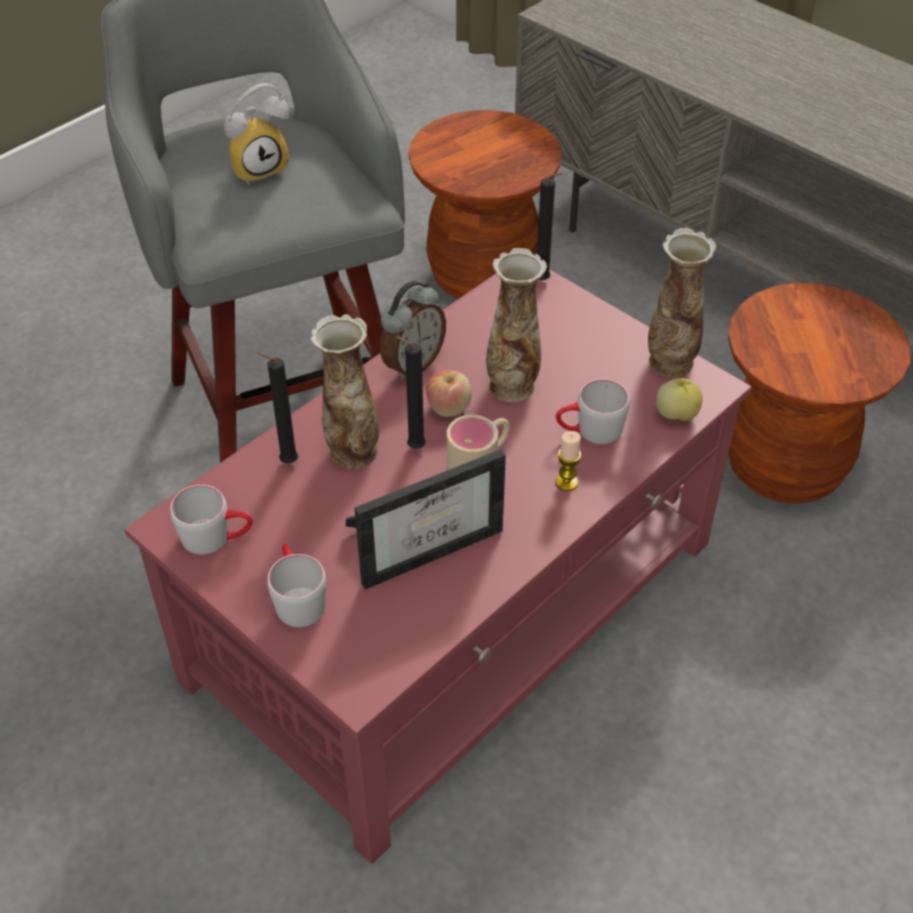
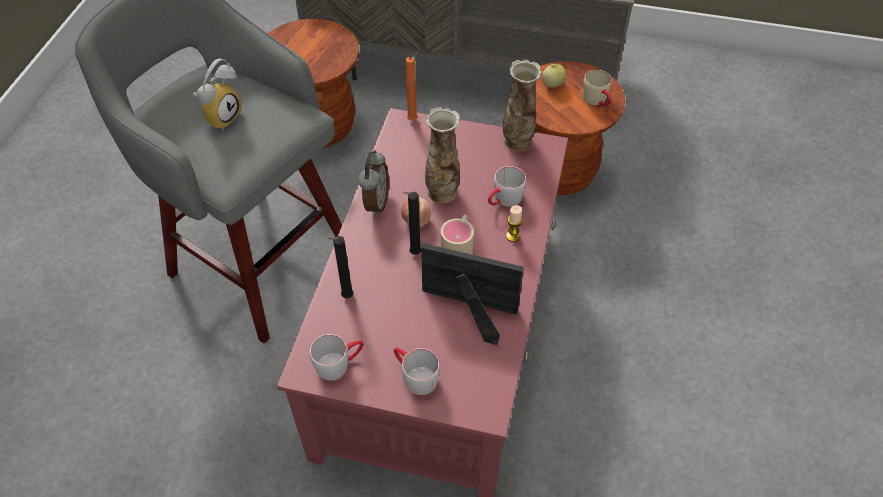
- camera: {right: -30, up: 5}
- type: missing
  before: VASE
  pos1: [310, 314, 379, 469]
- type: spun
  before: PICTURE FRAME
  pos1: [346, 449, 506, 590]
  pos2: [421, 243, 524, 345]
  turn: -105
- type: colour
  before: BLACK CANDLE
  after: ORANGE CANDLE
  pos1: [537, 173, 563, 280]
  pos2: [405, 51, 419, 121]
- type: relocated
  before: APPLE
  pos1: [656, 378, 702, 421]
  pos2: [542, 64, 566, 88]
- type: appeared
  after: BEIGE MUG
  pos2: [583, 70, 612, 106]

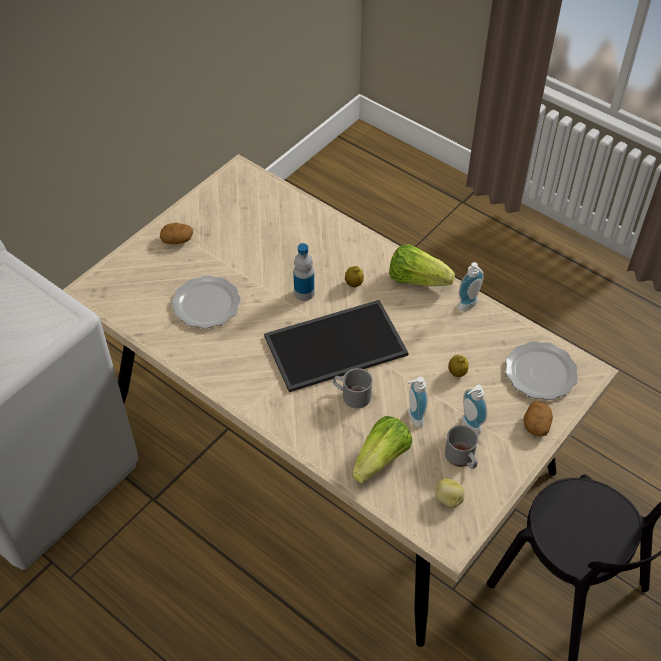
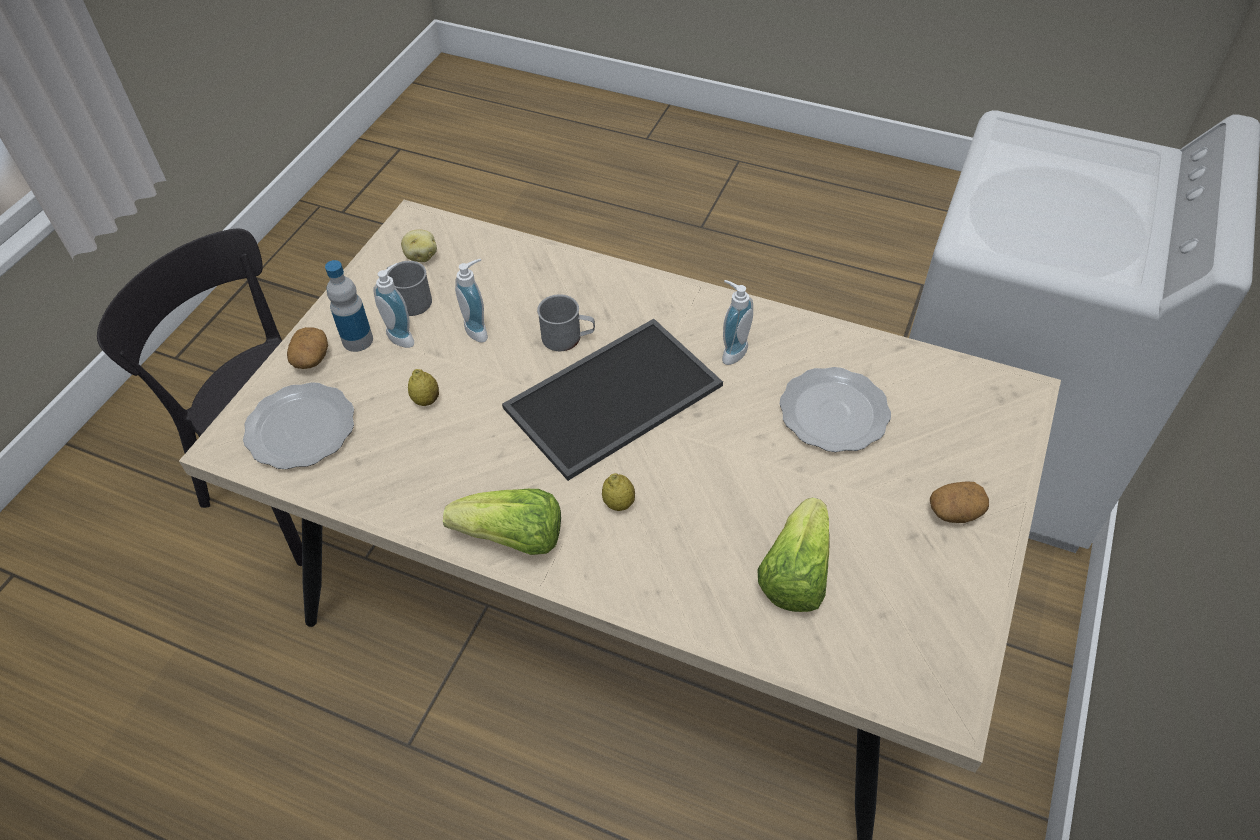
- camera: {right: 165, up: 0}
- type: relocated
  before: BOTTLE
  pos1: [293, 243, 315, 301]
  pos2: [325, 260, 373, 352]
- type: relocated
  before: LETTUCE
  pos1: [352, 416, 412, 483]
  pos2: [757, 498, 830, 612]
- type: relocated
  before: SOAP DISPENSER
  pos1: [458, 262, 484, 311]
  pos2: [722, 280, 753, 365]

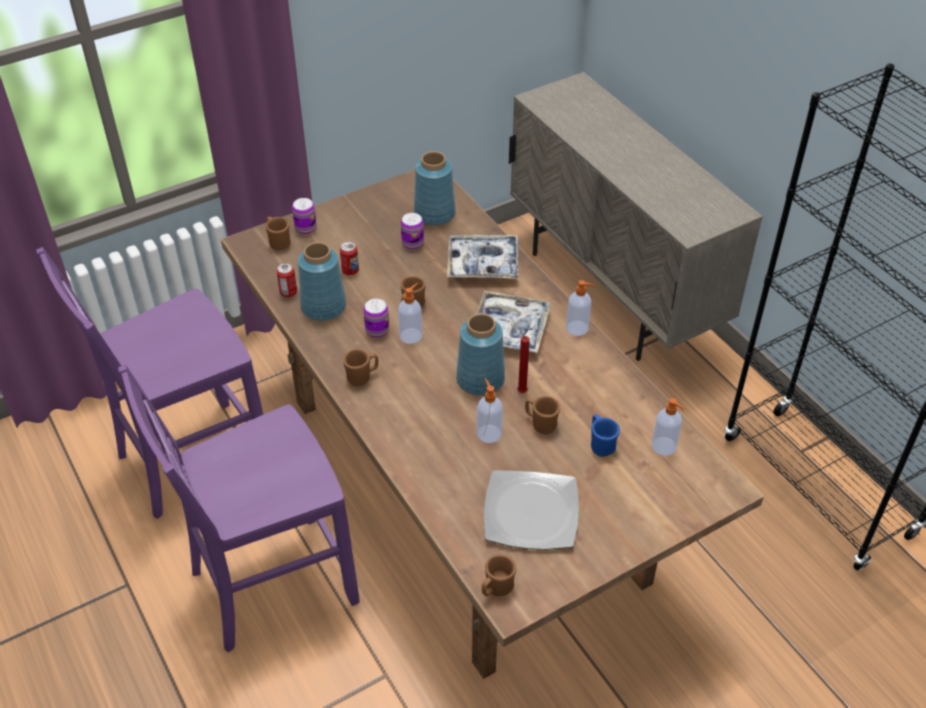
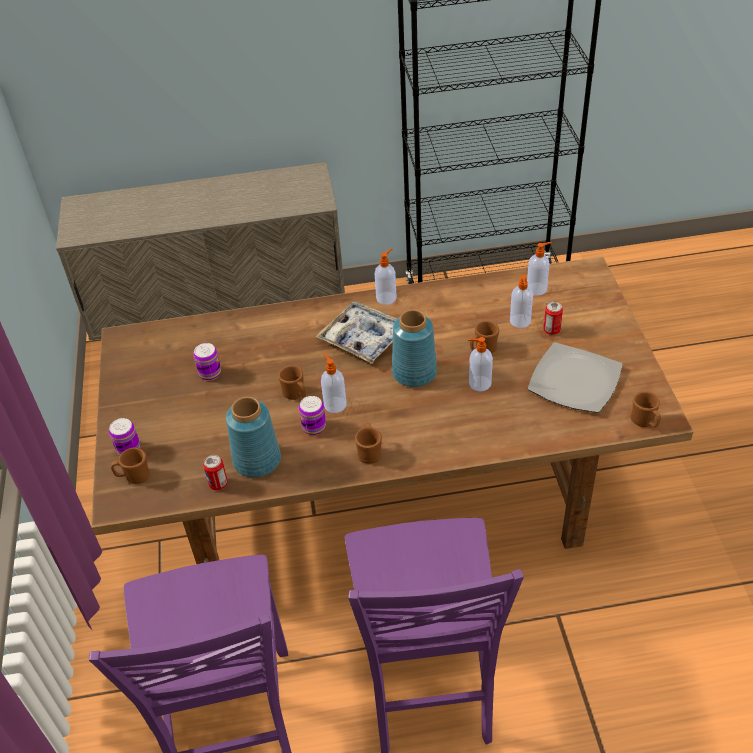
- camera: {right: -65, up: 0}
- type: relocated
  before: CAN
  pos1: [340, 242, 359, 275]
  pos2: [543, 302, 563, 335]
- type: missing
  before: BLUE VASE
  pos1: [414, 151, 456, 226]
- type: missing
  before: TRAY
  pos1: [447, 235, 519, 279]
- type: missing
  before: RED CANDLE
  pos1: [517, 328, 530, 393]
- type: exchanged
  before: BLUE MUG
  after: SOAP DISPENSER
  pos1: [591, 414, 620, 456]
  pos2: [510, 275, 533, 328]

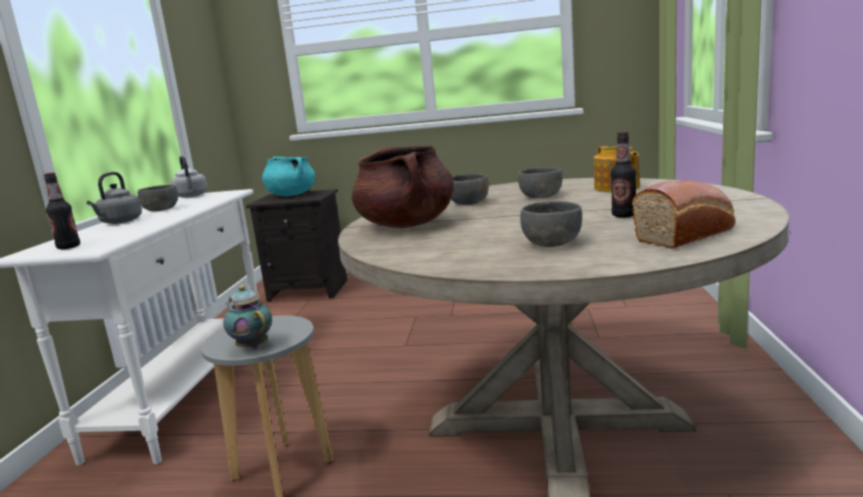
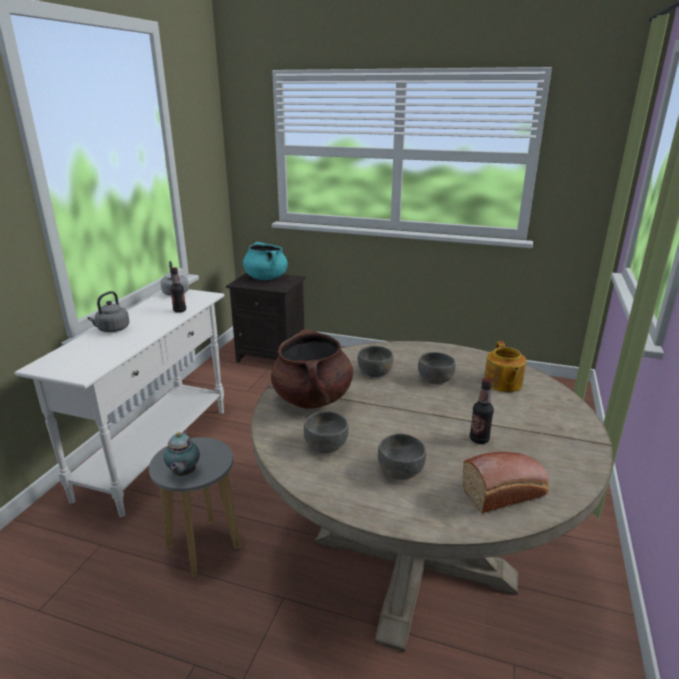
- camera: {right: 10, up: 10}
- type: relocated
  before: BOTTLE
  pos1: [44, 173, 80, 249]
  pos2: [170, 267, 186, 313]
- type: relocated
  before: GREY BOWL
  pos1: [138, 185, 178, 212]
  pos2: [304, 411, 349, 453]
- type: spun
  before: TEAPOT
  pos1: [223, 285, 272, 349]
  pos2: [164, 430, 200, 476]
  turn: -150

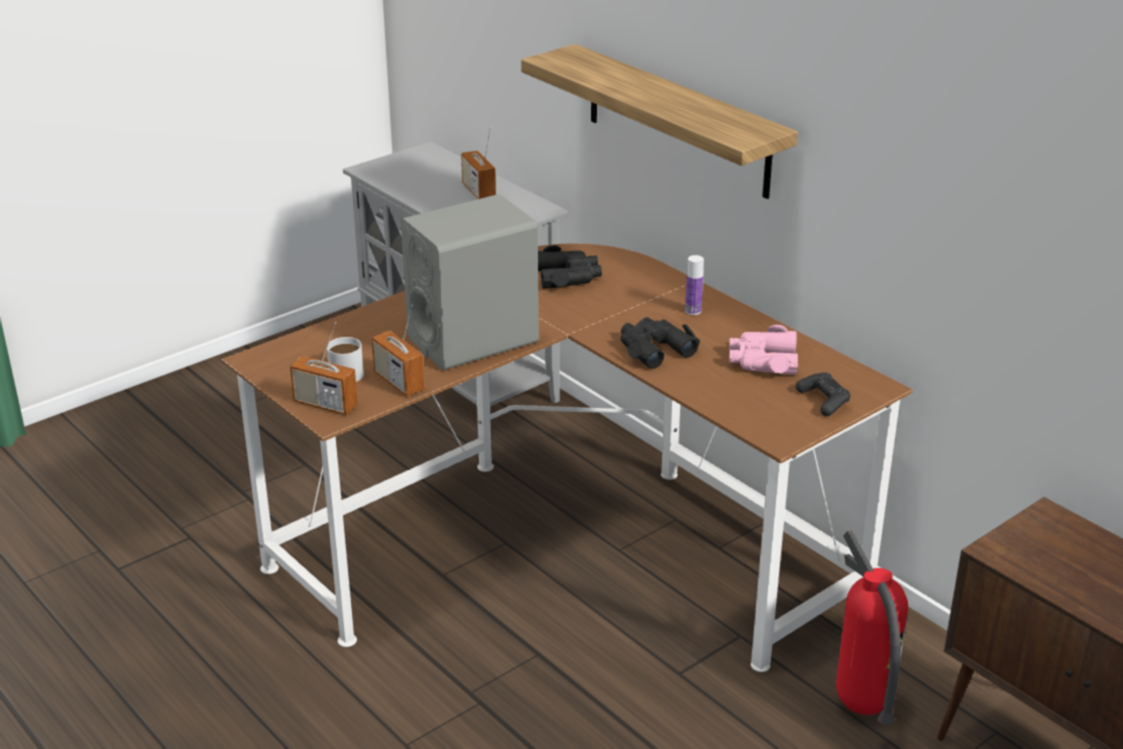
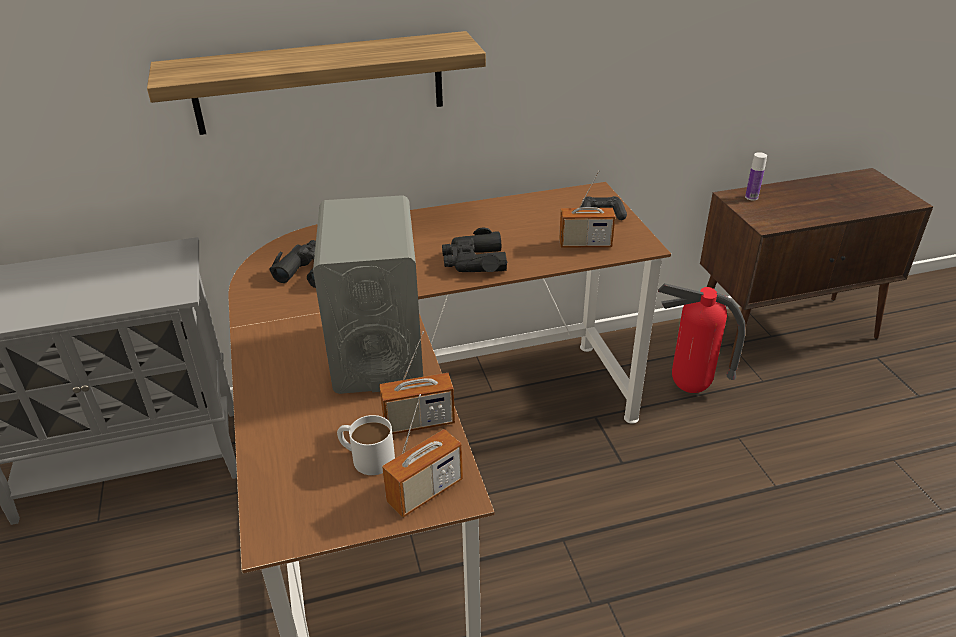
- camera: {right: -65, up: 5}
- type: relocated
  before: RADIO
  pos1: [461, 126, 496, 199]
  pos2: [559, 170, 615, 248]
- type: relocated
  before: BOTTLE
  pos1: [685, 255, 704, 315]
  pos2: [745, 152, 767, 200]
- type: missing
  before: PINK BINOCULARS
  pos1: [729, 325, 798, 375]

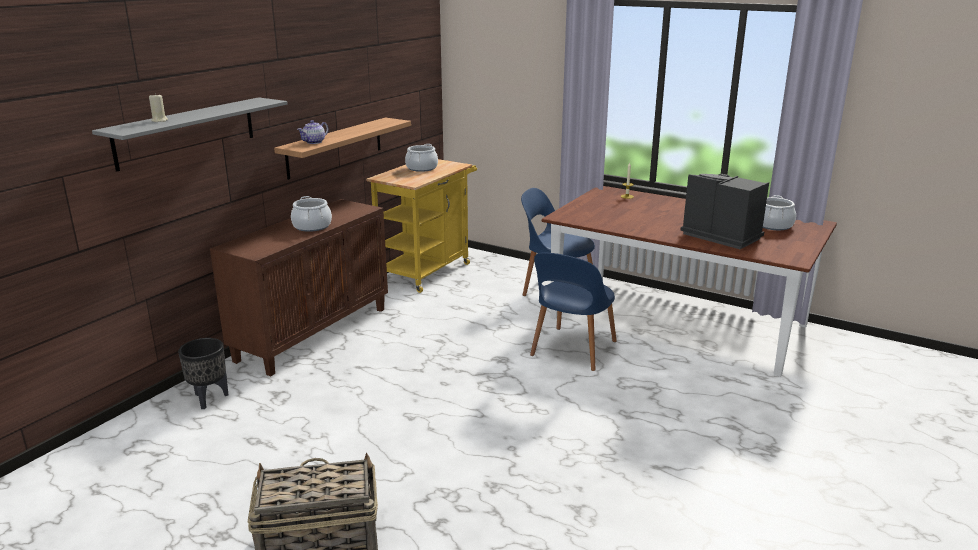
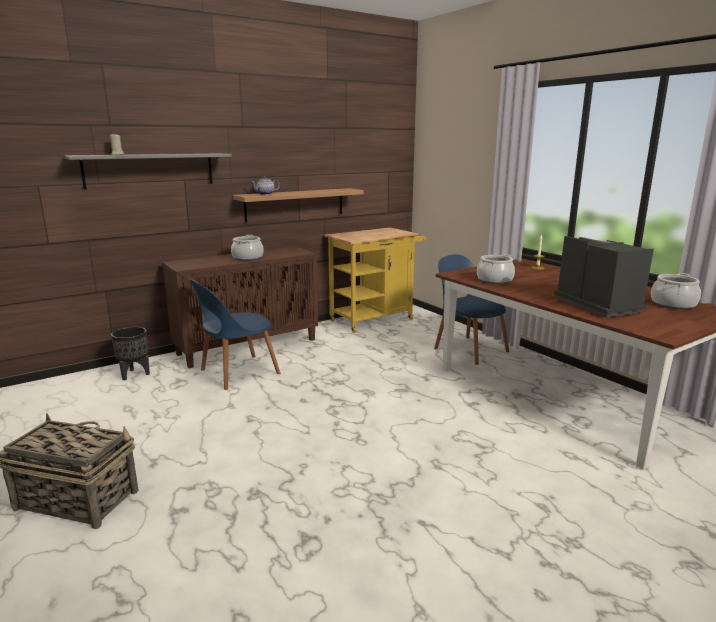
- camera: {right: 25, up: -5}
- type: relocated
  before: COOKING POT
  pos1: [405, 144, 438, 172]
  pos2: [477, 254, 515, 284]
- type: relocated
  before: BLUE CHAIR
  pos1: [530, 253, 617, 371]
  pos2: [188, 279, 280, 390]

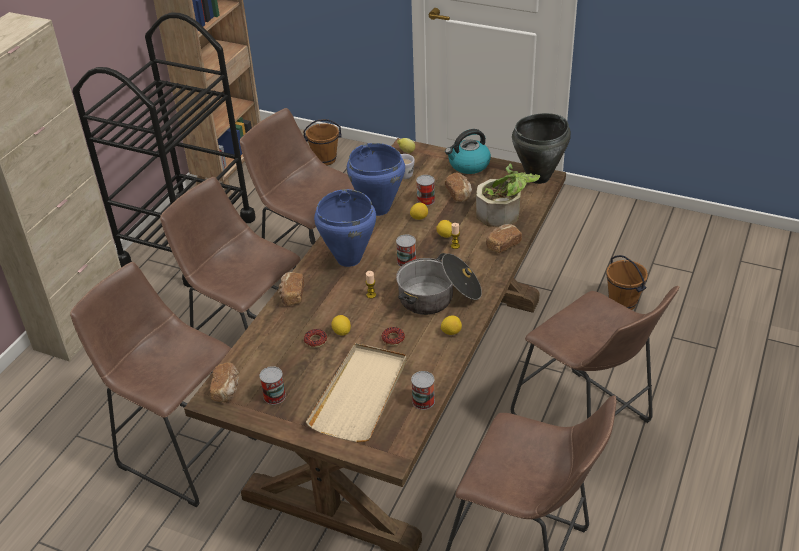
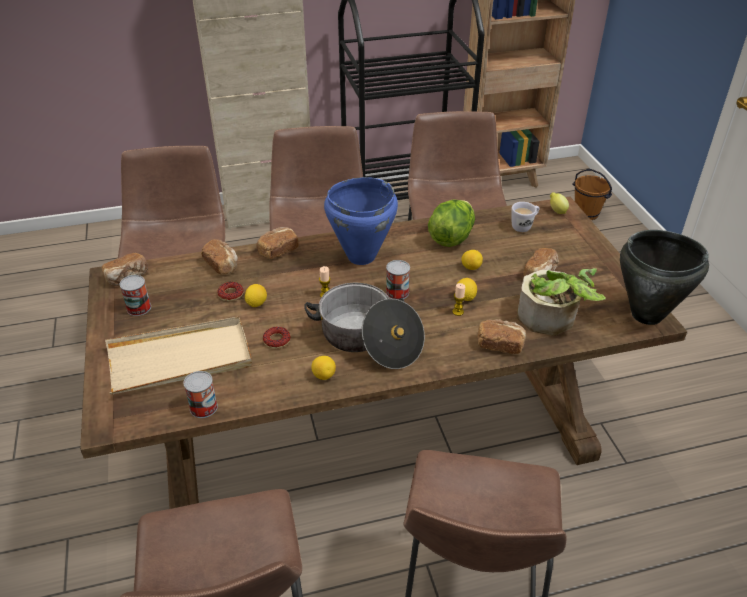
- camera: {right: 50, up: 0}
- type: exchanged
  before: BLUE COOKING POT
  after: LETTUCE
  pos1: [347, 143, 405, 216]
  pos2: [428, 200, 475, 247]
- type: missing
  before: CAN
  pos1: [416, 175, 435, 206]
- type: missing
  before: KETTLE
  pos1: [445, 129, 491, 174]
- type: missing
  before: BROWN BUCKET
  pos1: [606, 255, 648, 310]
- type: appeared
  after: BREAD
  pos2: [201, 239, 238, 274]

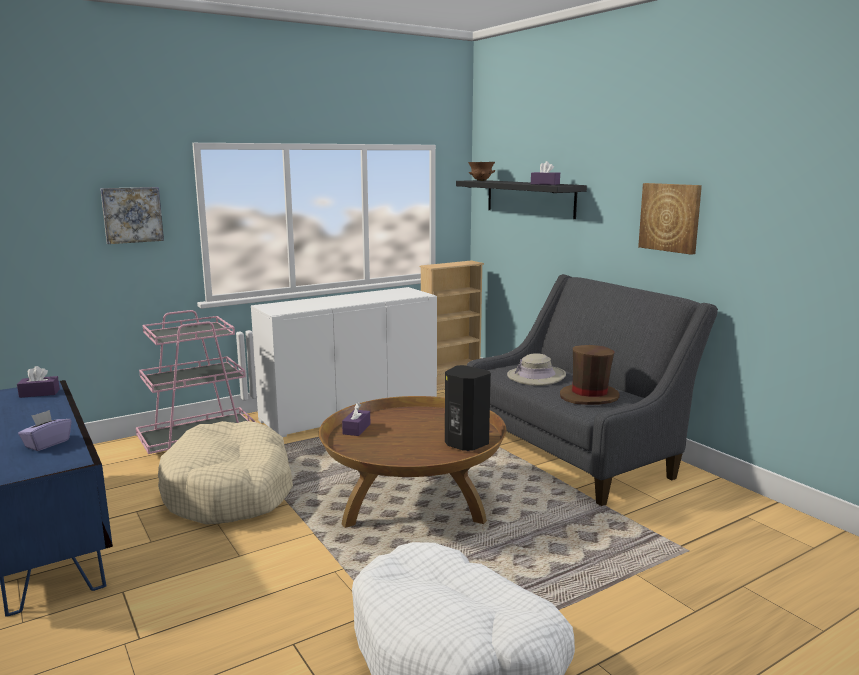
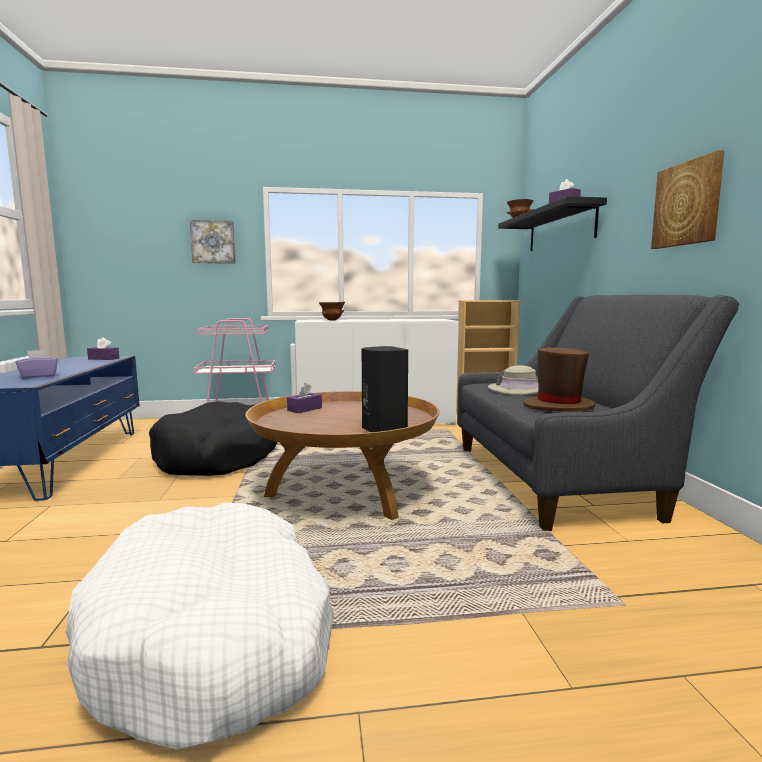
- camera: {right: 25, up: -5}
- type: colour
  before: BEIGE DOG BED
  after: BLACK DOG BED
  pos1: [158, 421, 293, 525]
  pos2: [149, 401, 278, 476]
- type: appeared
  after: BROWN BOWL
  pos2: [319, 302, 345, 321]

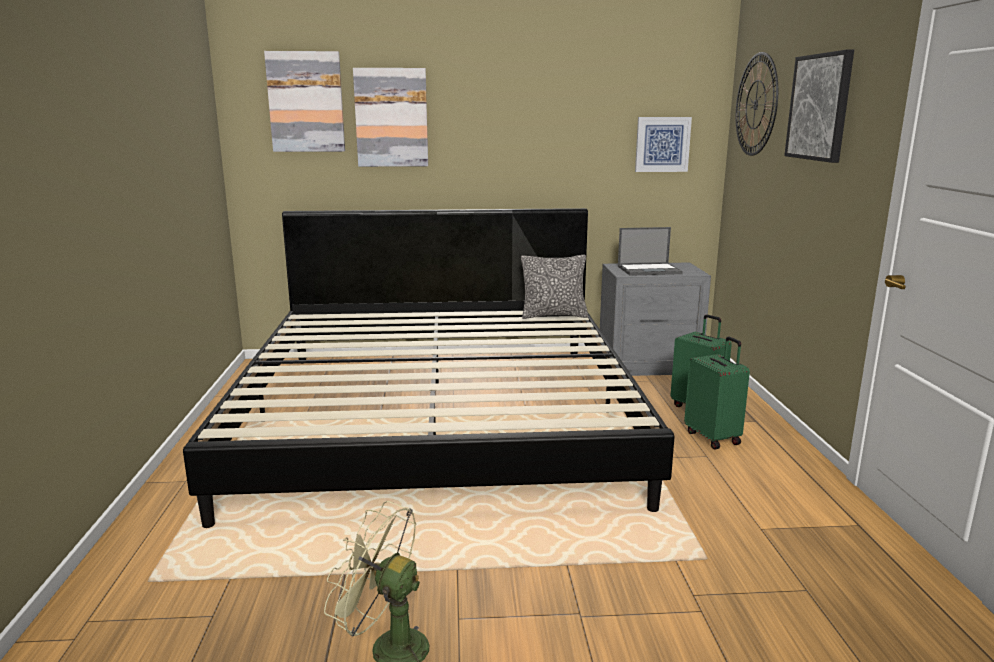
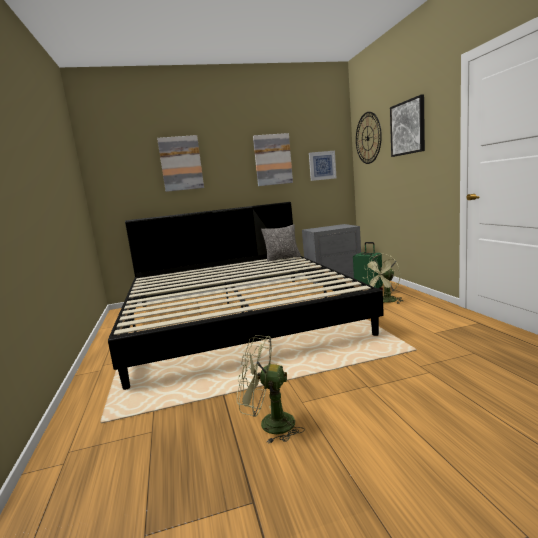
- camera: {right: -10, up: -5}
- type: relocated
  before: PICTURE
  pos1: [264, 51, 345, 152]
  pos2: [253, 133, 293, 186]
- type: missing
  before: LAPTOP
  pos1: [618, 227, 683, 276]
- type: exchanged
  before: GREEN SUITCASE
  after: GREEN FAN
  pos1: [684, 337, 750, 449]
  pos2: [364, 254, 403, 304]

